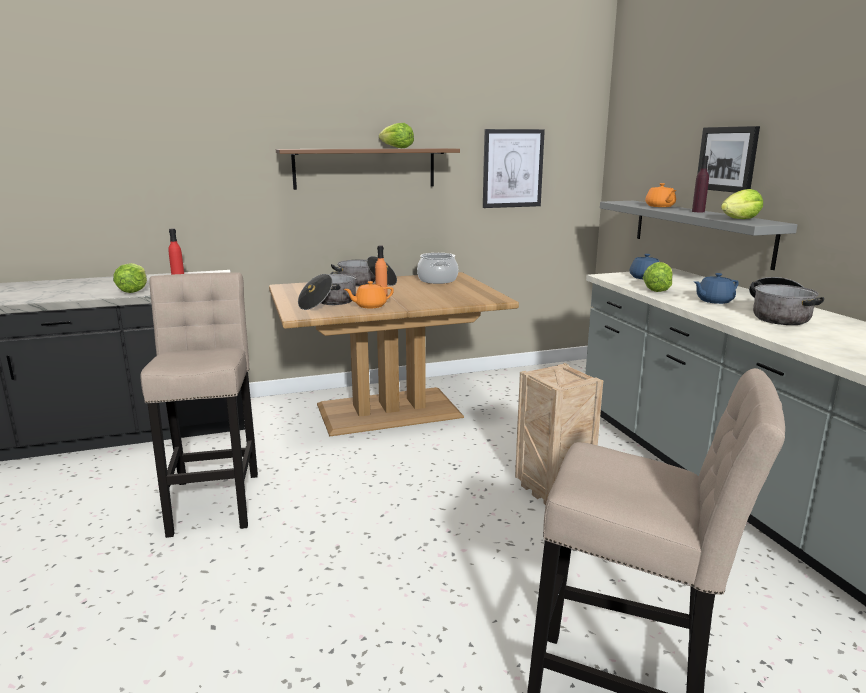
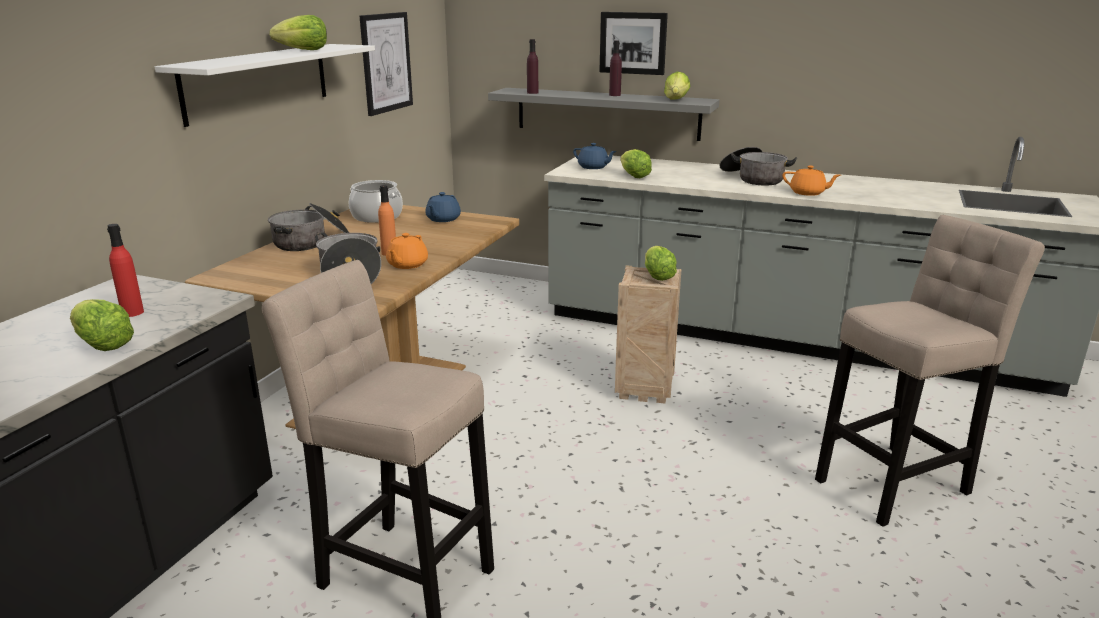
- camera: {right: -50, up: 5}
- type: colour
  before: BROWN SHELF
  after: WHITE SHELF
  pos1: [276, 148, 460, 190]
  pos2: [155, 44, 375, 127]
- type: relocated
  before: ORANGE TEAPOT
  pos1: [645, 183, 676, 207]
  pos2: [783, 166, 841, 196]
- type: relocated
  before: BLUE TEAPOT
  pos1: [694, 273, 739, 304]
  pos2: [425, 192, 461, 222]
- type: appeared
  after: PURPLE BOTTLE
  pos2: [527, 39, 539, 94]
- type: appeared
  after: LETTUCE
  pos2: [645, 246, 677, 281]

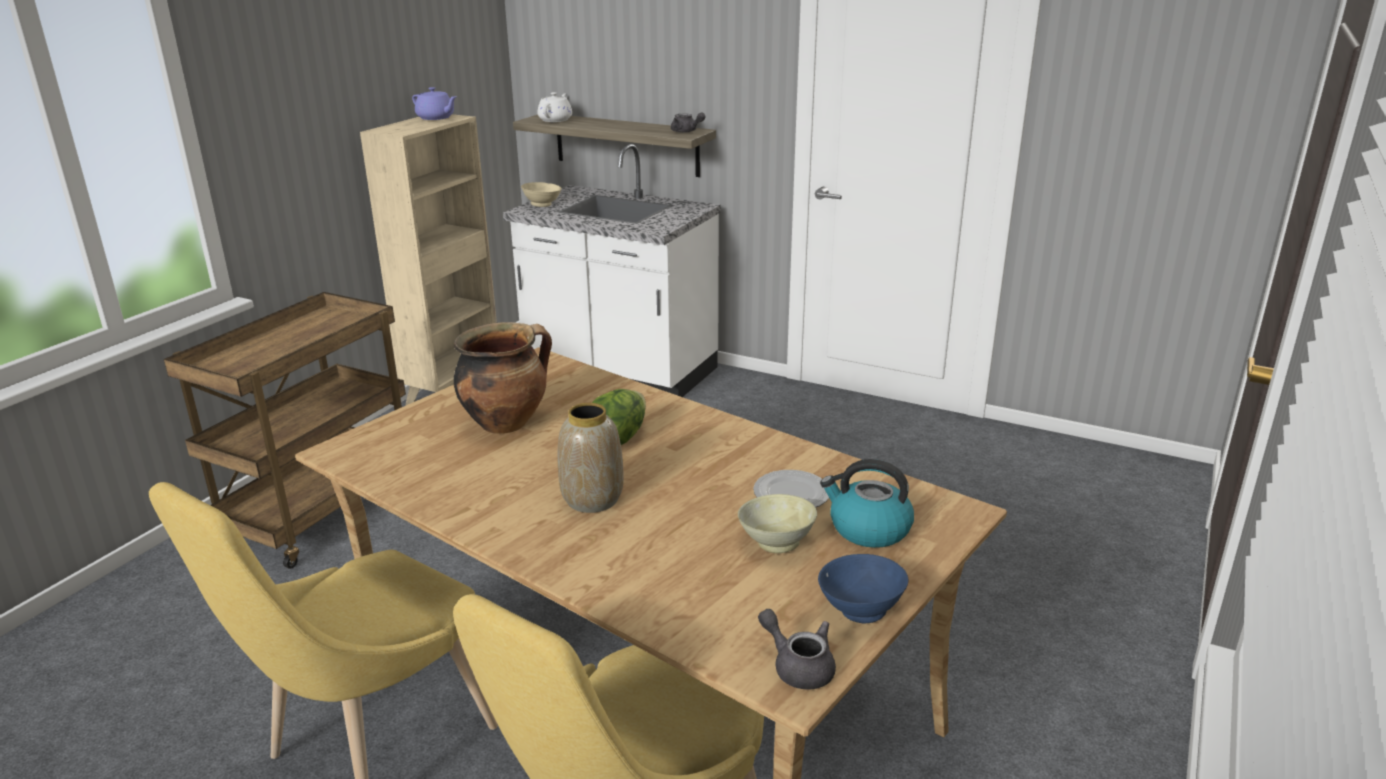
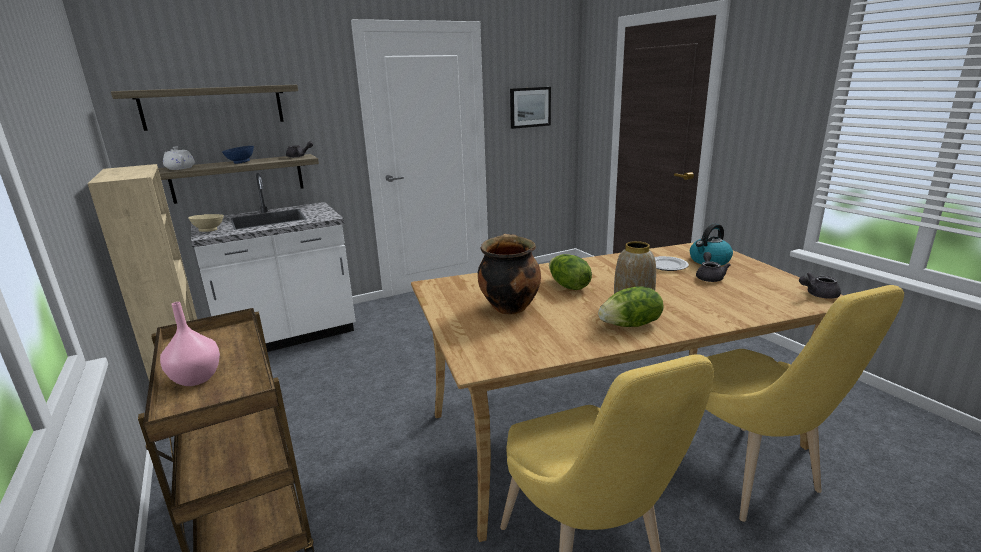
- camera: {right: -55, up: -5}
- type: missing
  before: PURPLE TEAPOT
  pos1: [412, 87, 456, 120]
- type: exchanged
  before: BEIGE BOWL
  after: GREY TEAPOT
  pos1: [738, 494, 817, 553]
  pos2: [696, 252, 730, 282]
- type: relocated
  before: BLUE BOWL
  pos1: [818, 554, 909, 623]
  pos2: [222, 146, 254, 164]
- type: appeared
  after: SHELF
  pos2: [111, 85, 298, 131]
- type: appeared
  after: PINK VASE
  pos2: [160, 302, 220, 386]
- type: appeared
  after: PICTURE
  pos2: [510, 87, 551, 129]
- type: appeared
  after: LETTUCE
  pos2: [598, 286, 664, 327]

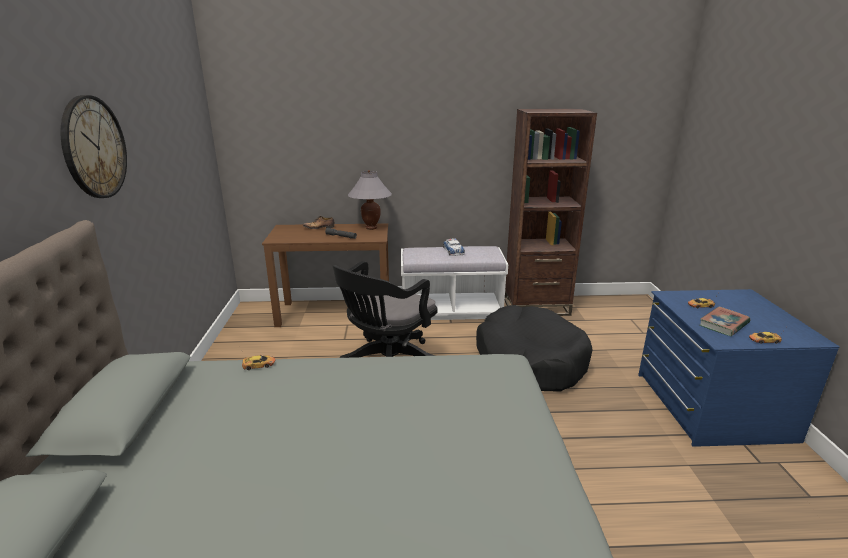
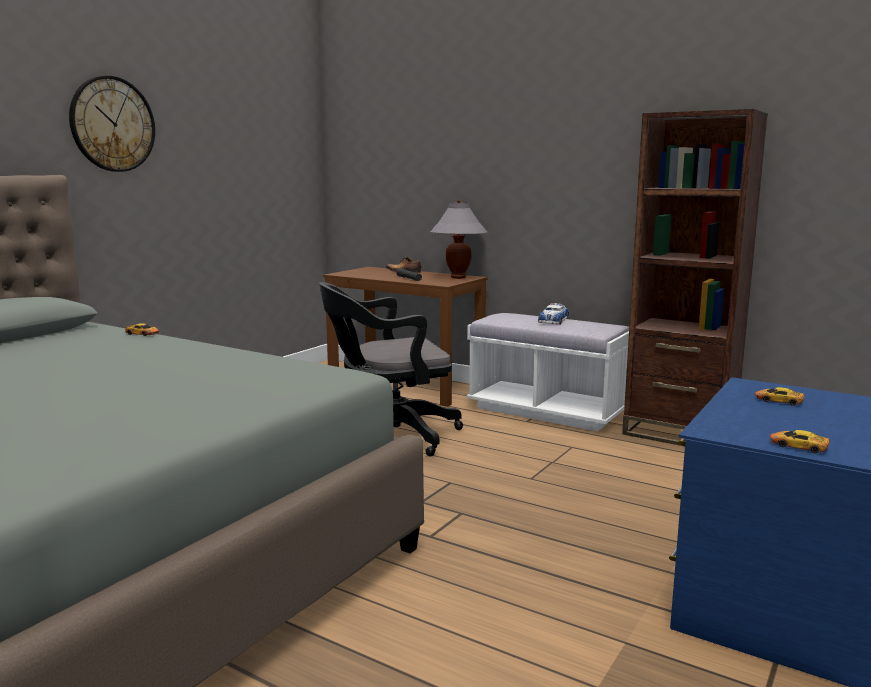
- camera: {right: 35, up: -10}
- type: missing
  before: BLACK DOG BED
  pos1: [476, 305, 592, 392]
- type: missing
  before: BOOK
  pos1: [700, 306, 750, 336]

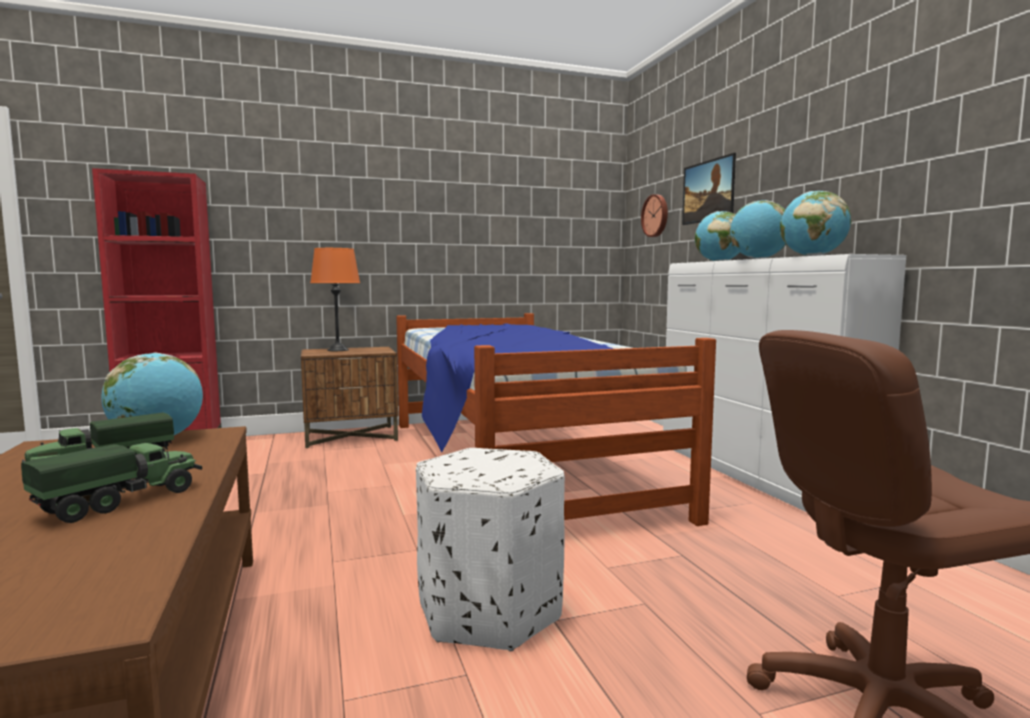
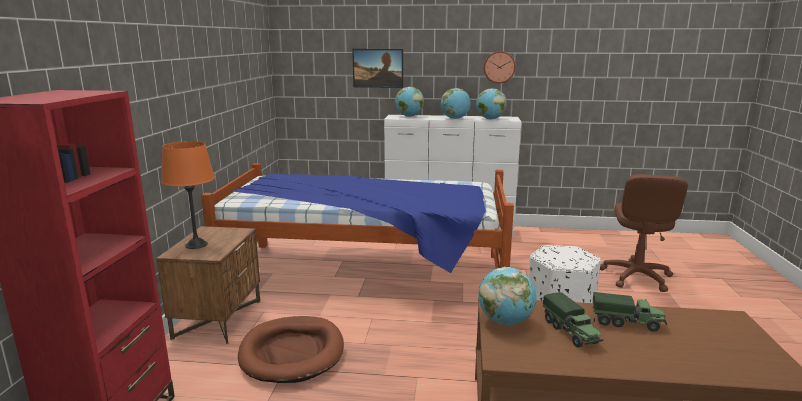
- camera: {right: -65, up: 10}
- type: spun
  before: TOY TRUCK
  pos1: [21, 442, 202, 523]
  pos2: [593, 292, 667, 332]
  turn: 135
- type: relocated
  before: WALL CLOCK
  pos1: [641, 194, 668, 237]
  pos2: [484, 51, 516, 83]
- type: appeared
  after: BROWN DOG BED
  pos2: [238, 316, 344, 383]

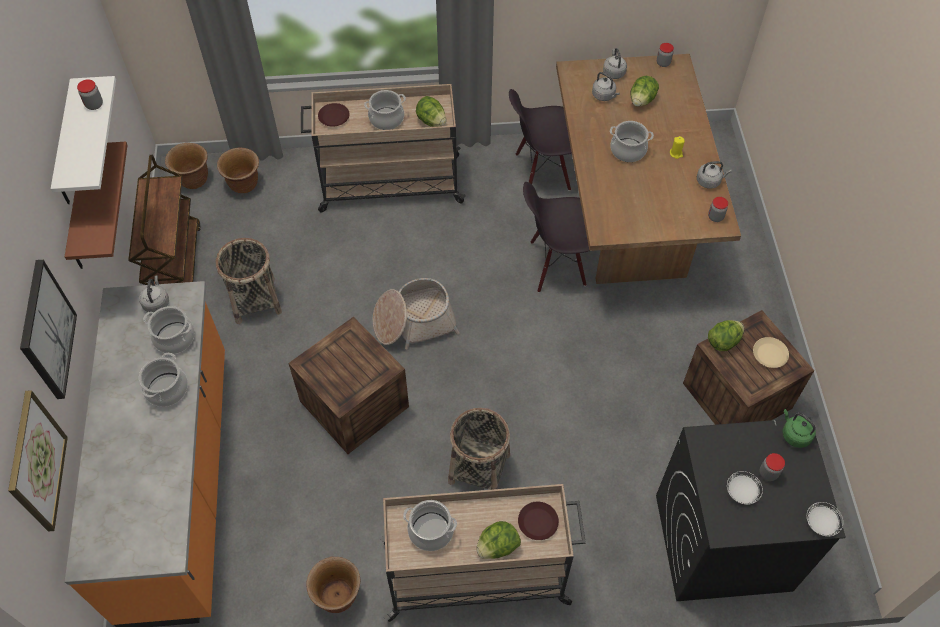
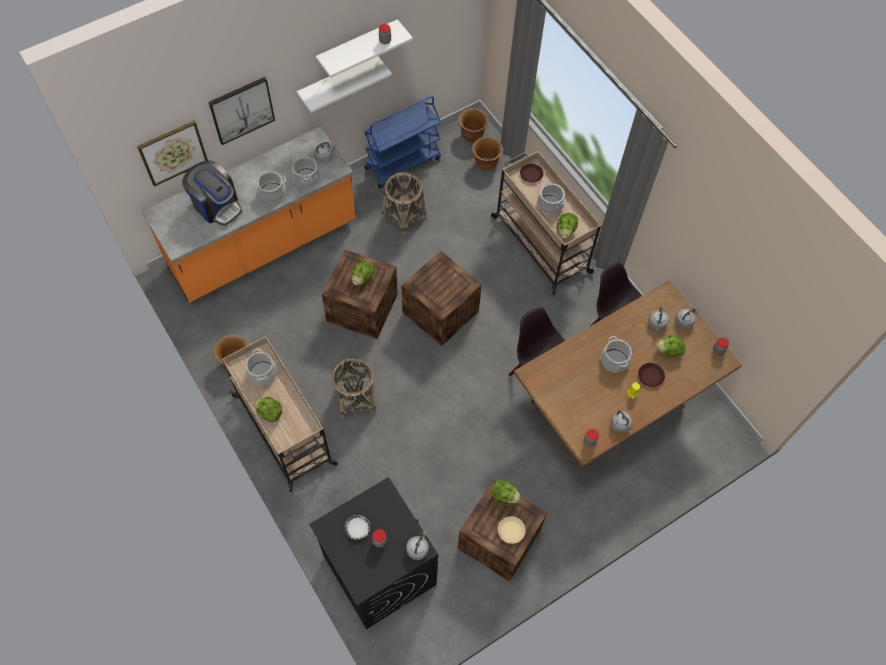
- camera: {right: 60, up: 5}
- type: colour
  before: BROWN SHELF
  after: WHITE SHELF
  pos1: [65, 142, 127, 269]
  pos2: [297, 56, 392, 113]
- type: colour
  before: BROWN CART
  after: BLUE CART
  pos1: [128, 155, 201, 285]
  pos2: [364, 95, 441, 188]
- type: exchanged
  before: BASKET
  after: CRATE
  pos1: [373, 278, 460, 350]
  pos2: [401, 251, 482, 346]
- type: relocated
  before: BROWN PLATE
  pos1: [518, 501, 559, 540]
  pos2: [638, 363, 665, 387]
- type: colour
  before: GREEN KETTLE
  after: GREY KETTLE
  pos1: [782, 409, 816, 448]
  pos2: [406, 530, 429, 560]
- type: missing
  before: WHITE PLATE
  pos1: [807, 502, 843, 536]
- type: appeared
  after: COFFEE MACHINE
  pos2: [182, 160, 242, 226]
- type: appeared
  after: LETTUCE
  pos2: [351, 261, 375, 286]

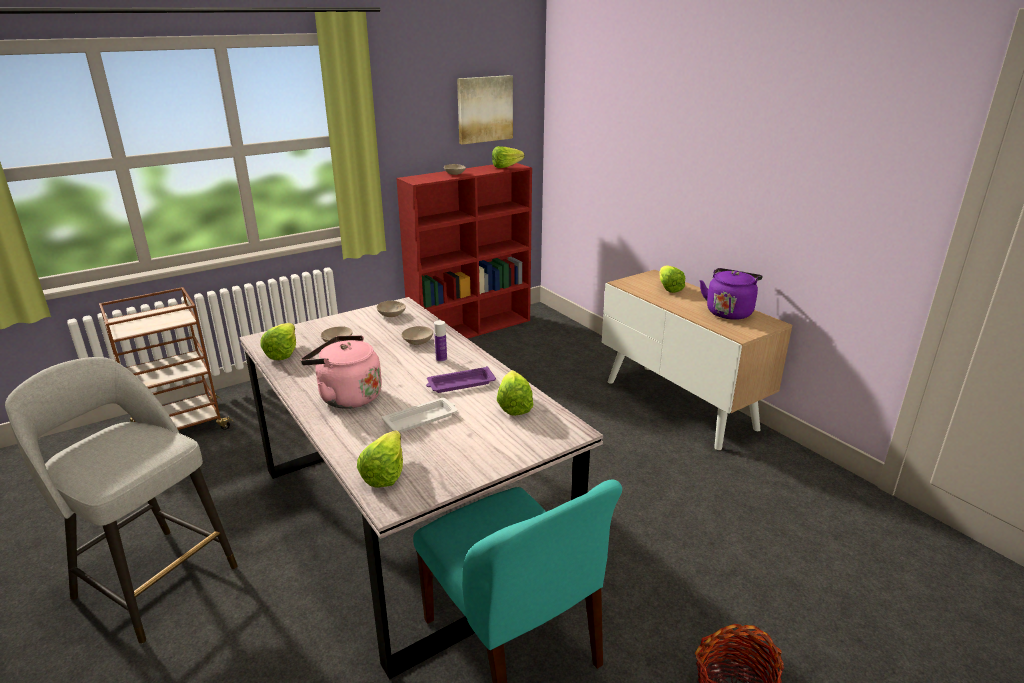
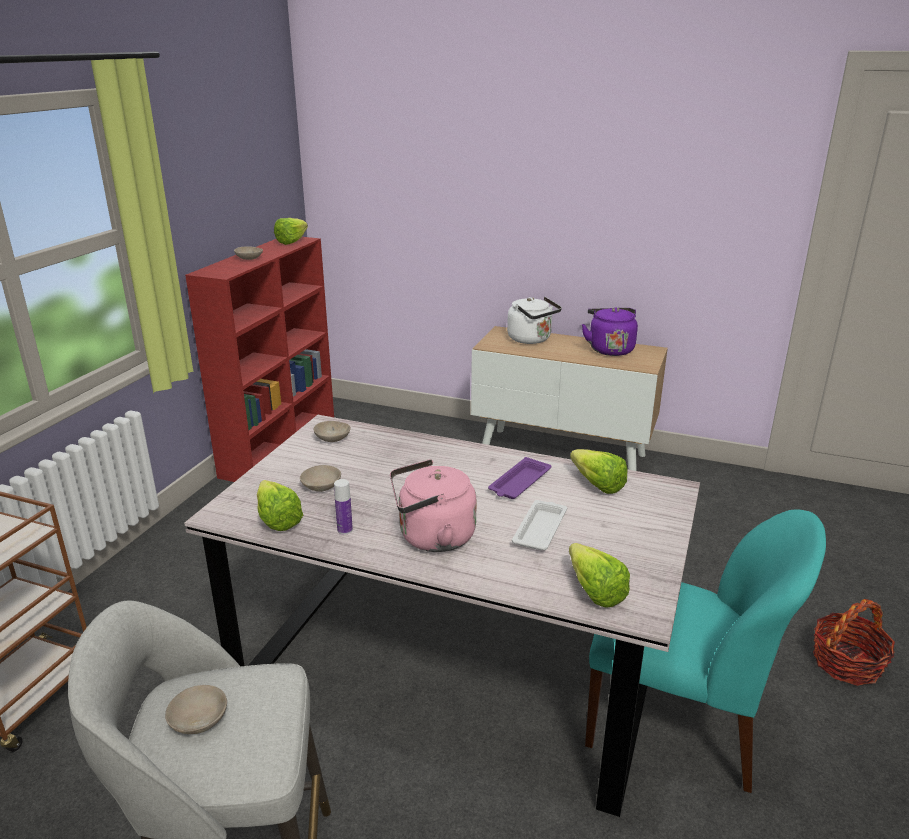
- camera: {right: -35, up: 0}
- type: relocated
  before: BEIGE BOWL
  pos1: [401, 326, 433, 345]
  pos2: [165, 685, 227, 734]
- type: relocated
  before: BOTTLE
  pos1: [434, 320, 447, 362]
  pos2: [334, 479, 353, 535]
- type: missing
  before: PICTURE
  pos1: [457, 75, 513, 145]
- type: exchanged
  before: LETTUCE
  after: WHITE KETTLE
  pos1: [659, 265, 685, 293]
  pos2: [507, 297, 562, 344]

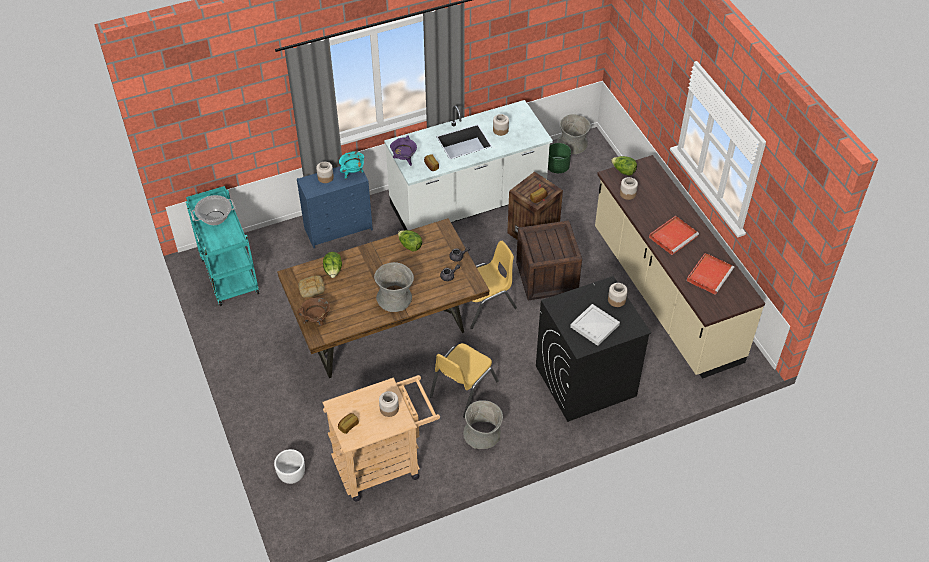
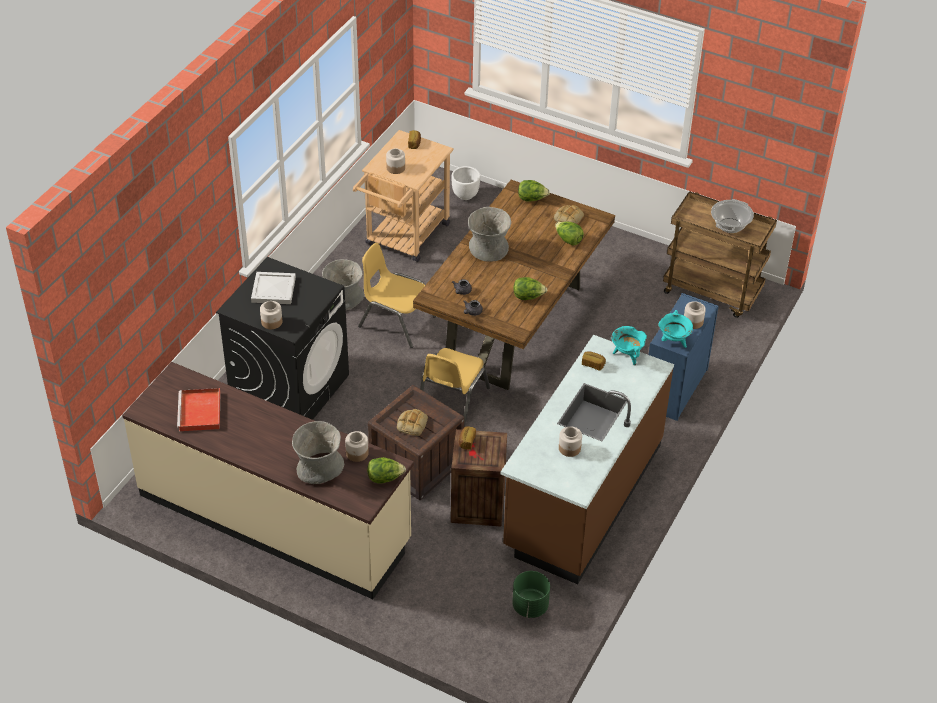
- camera: {right: 140, up: -5}
- type: colour
  before: TURQUOISE CART
  after: BROWN CART
  pos1: [186, 186, 259, 306]
  pos2: [663, 191, 777, 318]
- type: exchanged
  before: BROWN COOKING POT
  after: LETTUCE
  pos1: [297, 298, 330, 326]
  pos2: [518, 180, 550, 202]
- type: colour
  before: WHITE COUNTER
  after: BROWN COUNTER
  pos1: [384, 100, 553, 230]
  pos2: [501, 335, 674, 584]
- type: colour
  before: PURPLE COOKING POT
  after: TURQUOISE COOKING POT
  pos1: [390, 135, 417, 166]
  pos2: [611, 326, 647, 365]
- type: spun
  before: YELLOW CHAIR
  pos1: [430, 343, 499, 418]
  pos2: [358, 243, 436, 348]
  turn: -60
- type: relocated
  before: GREY VASE
  pos1: [557, 114, 591, 154]
  pos2: [292, 421, 344, 484]
- type: missing
  before: RED TRAY
  pos1: [649, 216, 699, 255]
- type: appeared
  after: BREAD
  pos2: [397, 409, 428, 436]

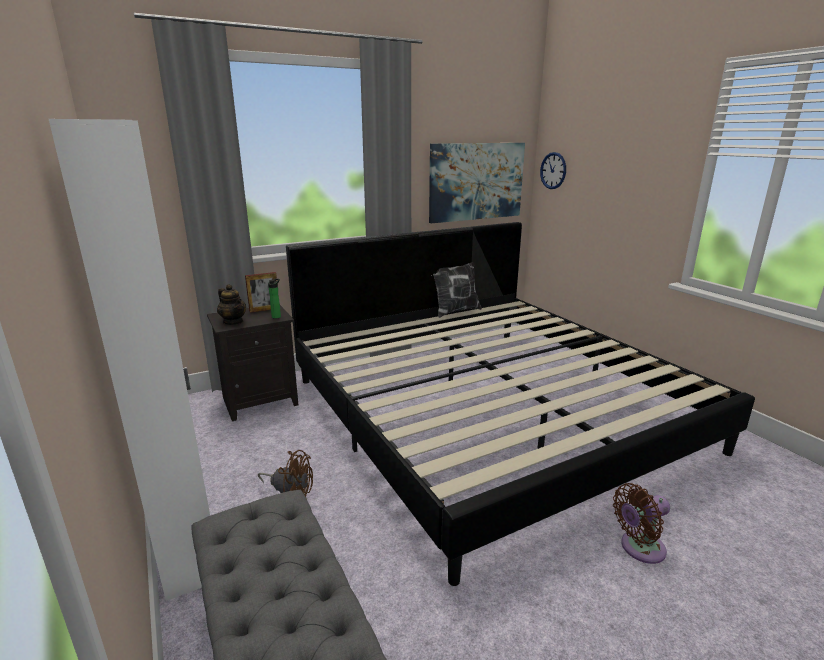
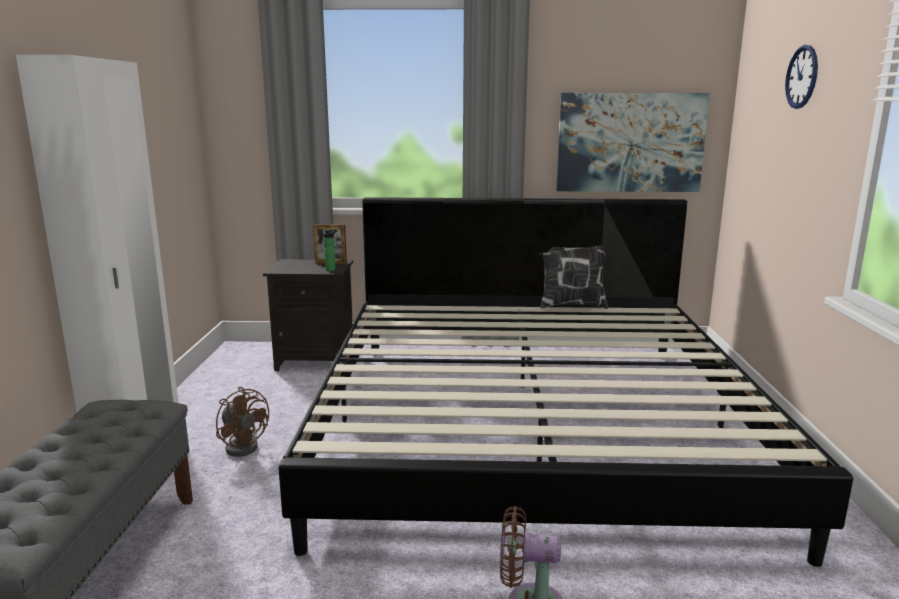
- camera: {right: 30, up: -5}
- type: missing
  before: TEAPOT
  pos1: [217, 284, 246, 325]
- type: relocated
  before: WALL CLOCK
  pos1: [540, 152, 566, 189]
  pos2: [785, 45, 818, 109]

